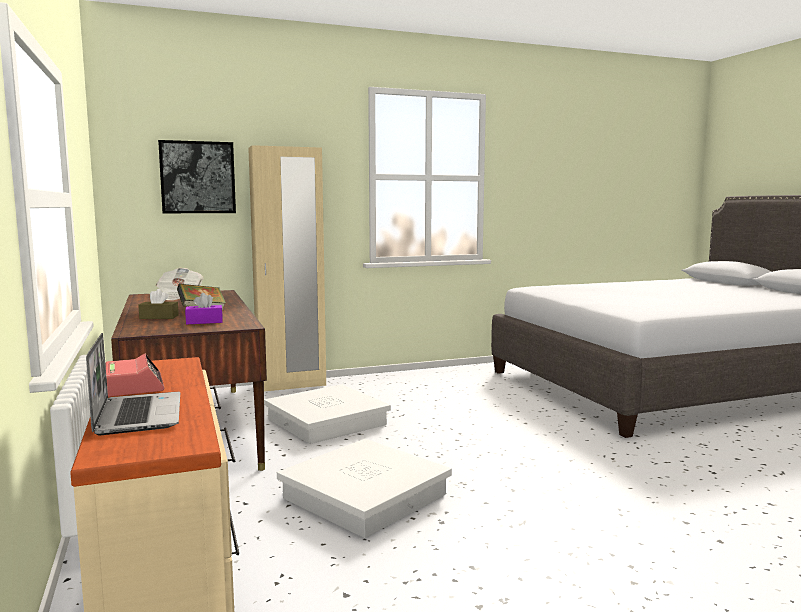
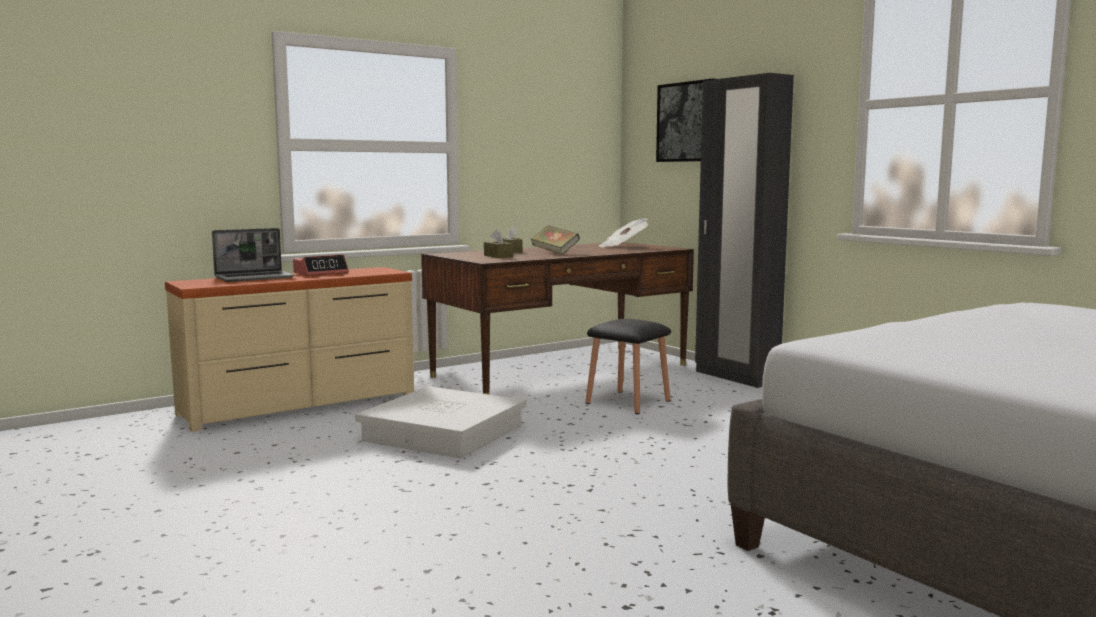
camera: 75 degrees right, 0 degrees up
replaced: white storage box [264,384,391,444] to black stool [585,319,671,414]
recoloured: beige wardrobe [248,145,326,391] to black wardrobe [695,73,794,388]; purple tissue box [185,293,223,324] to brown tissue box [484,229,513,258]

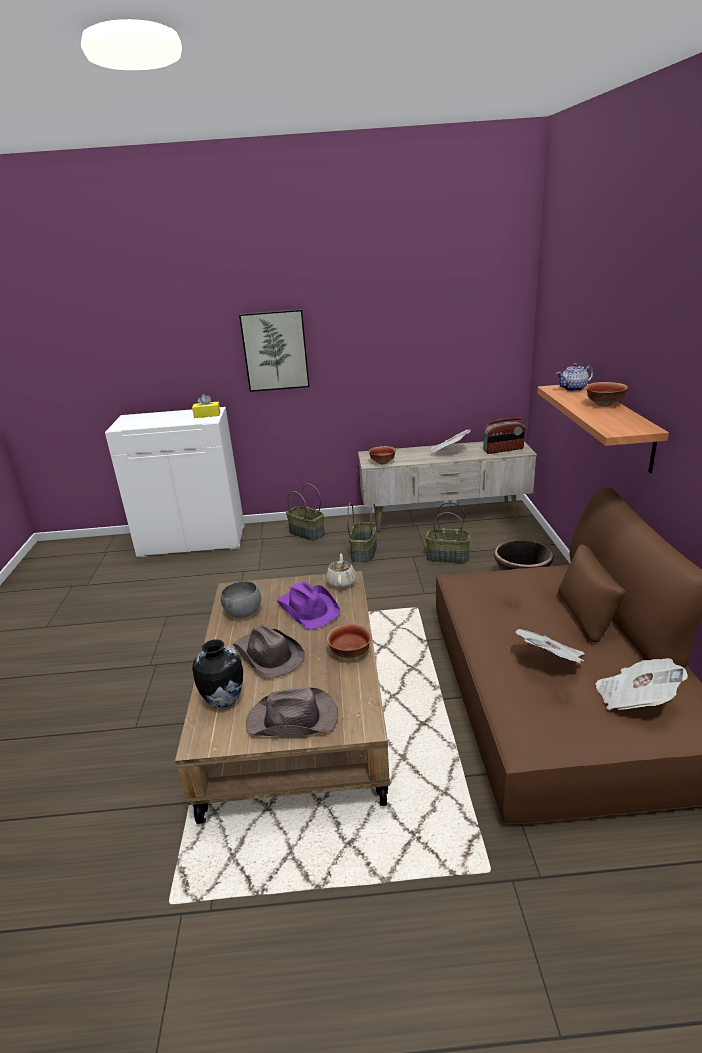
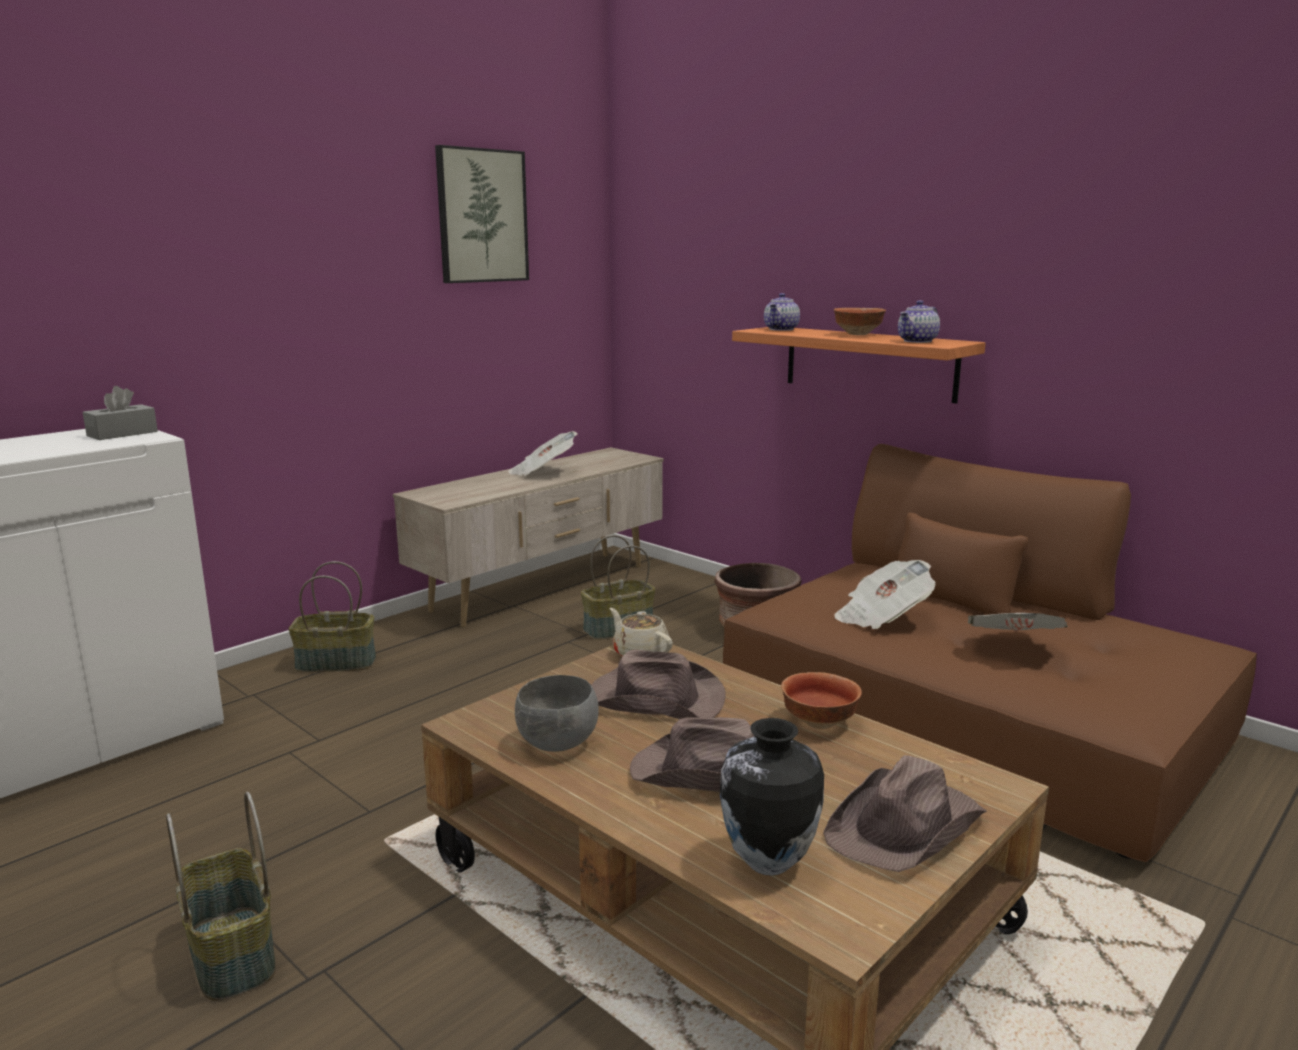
camera: 45 degrees left, 10 degrees down
removed: radio [483,417,525,454]; bowl [369,446,396,464]
added: teapot [898,300,940,343]
moved: picture [239,309,309,392] to [435,145,529,283]; basket [347,503,377,563] to [166,792,276,1001]; newspaper [595,658,688,710] to [834,560,935,629]
recoloured: yellow tissue box [192,394,220,418] to grey tissue box [83,386,158,440]; purple hat [277,581,340,630] to brown hat [591,650,726,719]

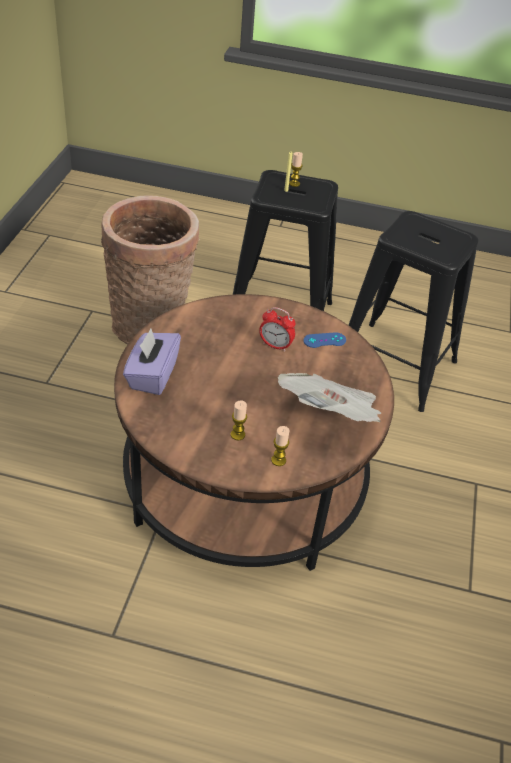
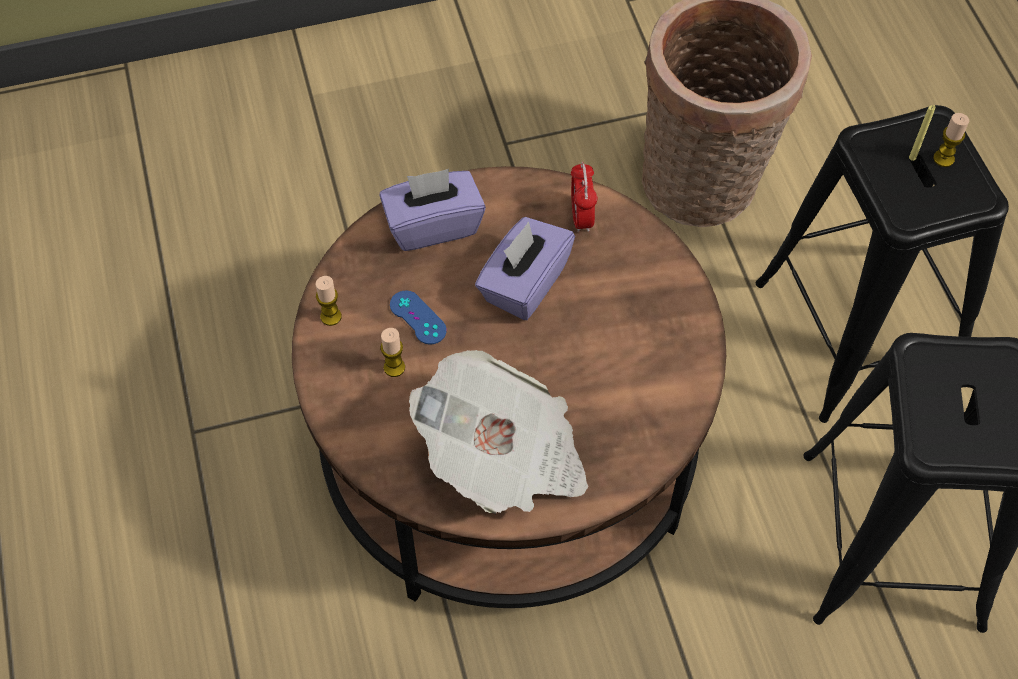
camera: 65 degrees right, 15 degrees up
added: purple tissue box [475,217,575,320]
moved: alarm clock [259,307,295,352] to [571,162,597,232]; blue game controller [303,332,346,348] to [390,290,447,345]; candle [271,426,289,466] to [316,276,342,326]

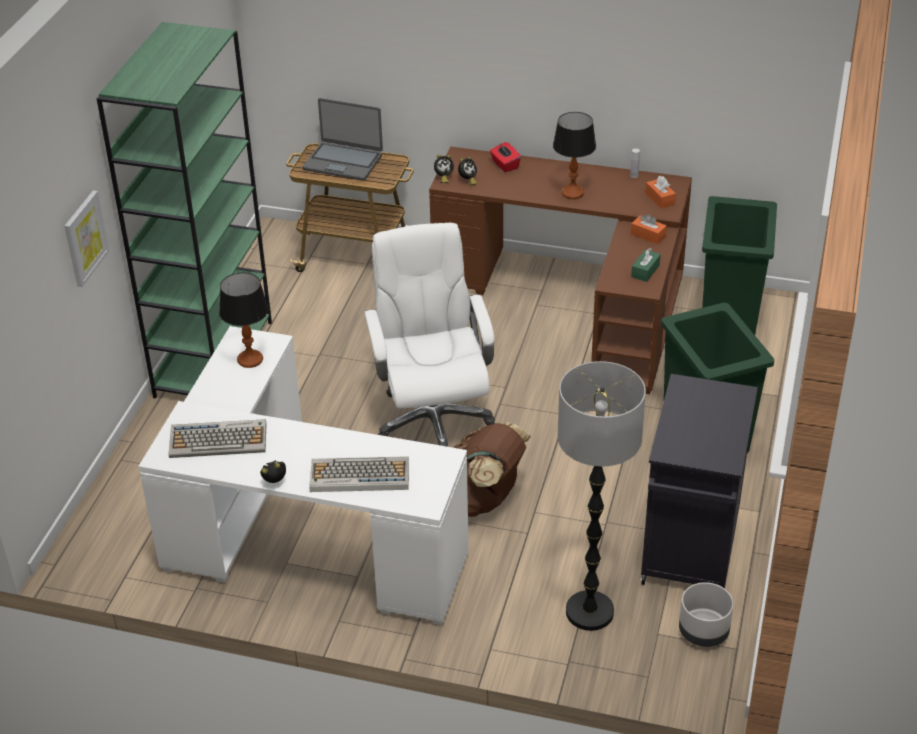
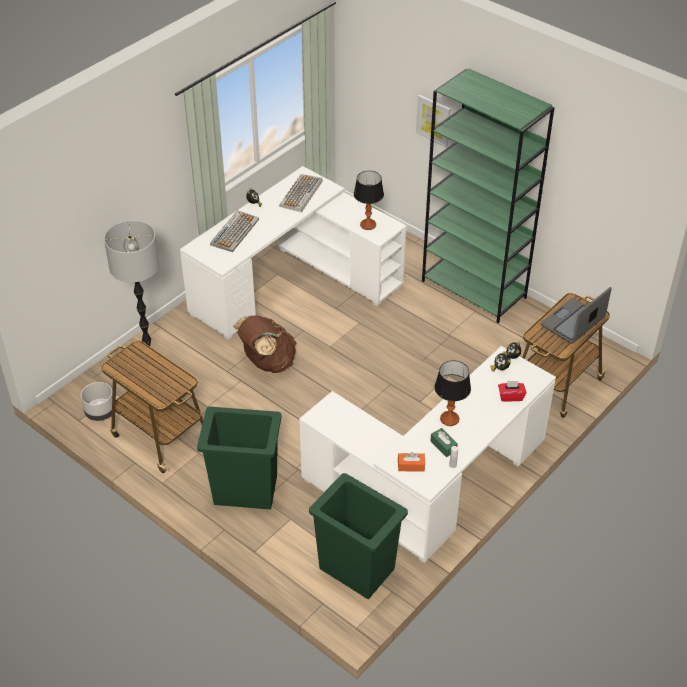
camera: 115 degrees right, 5 degrees up
removed: orange tissue box [631,214,667,244]; white office chair [364,223,495,447]
moved: green tissue box [631,248,661,282] to [430,428,458,457]
replaced: black cabinet [641,374,758,589] to cart [101,341,203,473]
recoloured: brown desk [429,147,692,394] to white desk [299,346,556,563]

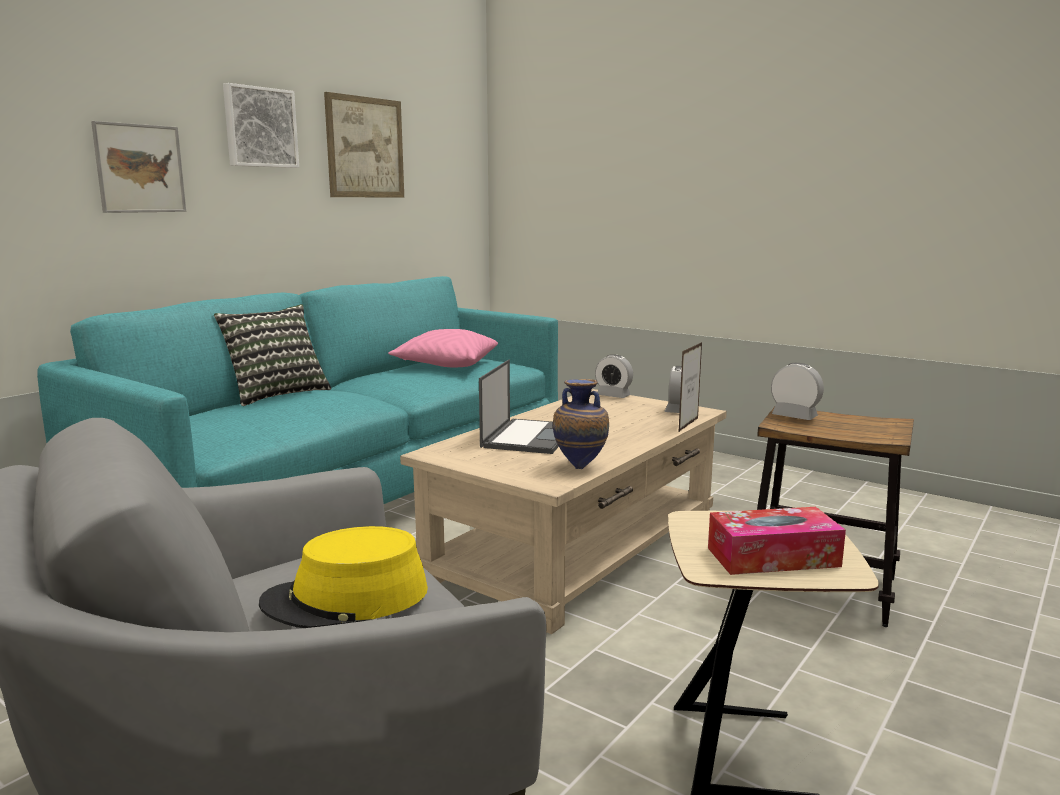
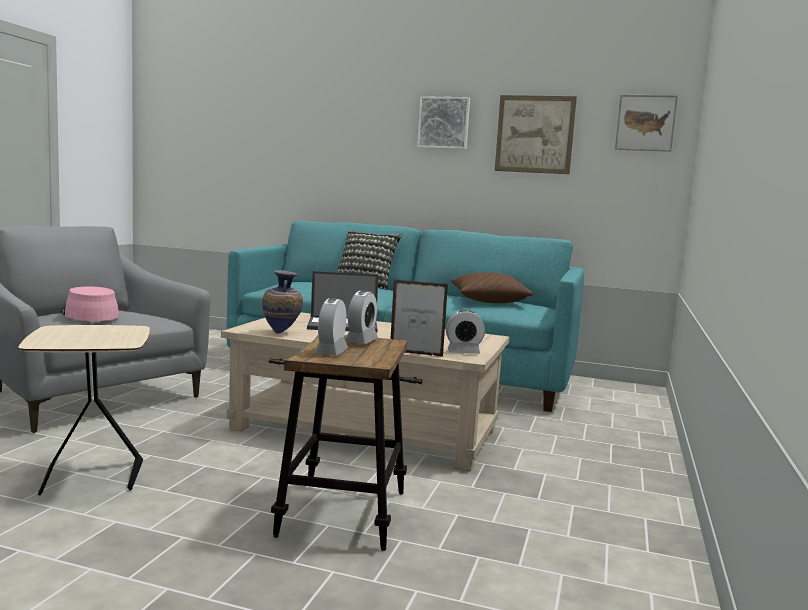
camera: 70 degrees right, 5 degrees down
removed: tissue box [708,507,846,575]
moved: picture [91,121,186,213] to [615,95,678,152]; alarm clock [595,354,633,398] to [314,298,348,356]
recoloured: pink pillow [388,329,498,367] to brown pillow [451,272,533,303]; yellow hat [259,526,428,628] to pink hat [60,286,119,321]

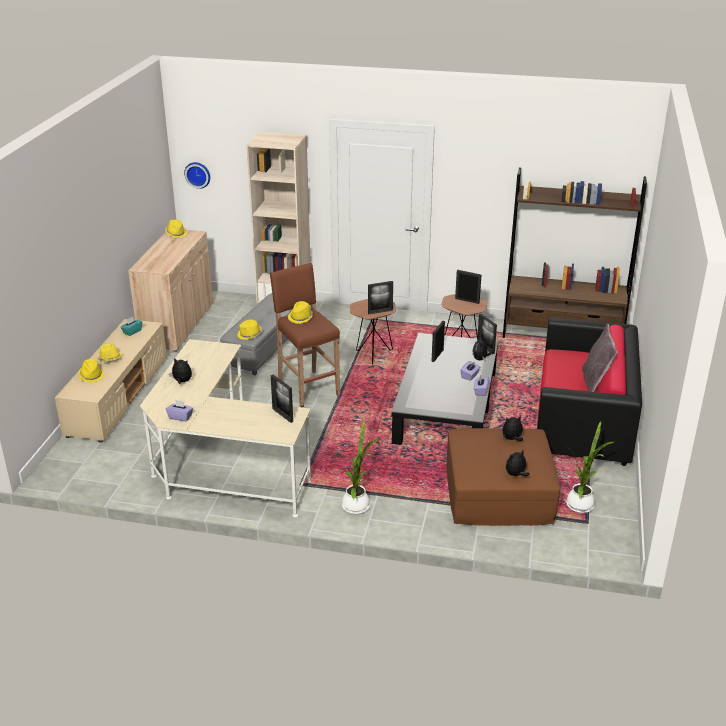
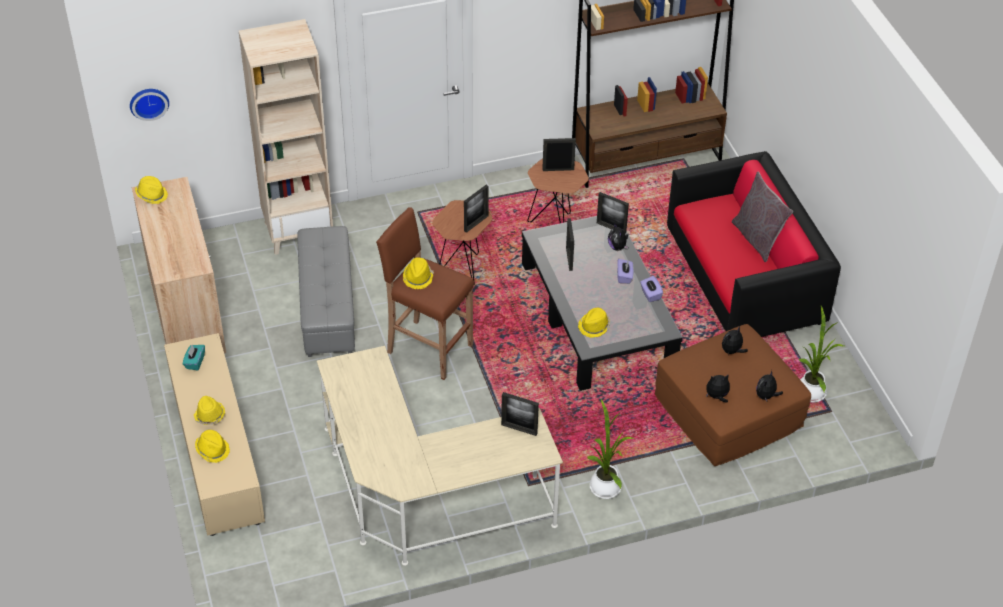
camera: 30 degrees left, 15 degrees up
removed: purple tissue box [166,400,193,422]
moved: yellow hat [237,320,262,340] to [578,308,610,338]; plush toy [169,358,192,384] to [706,374,730,402]

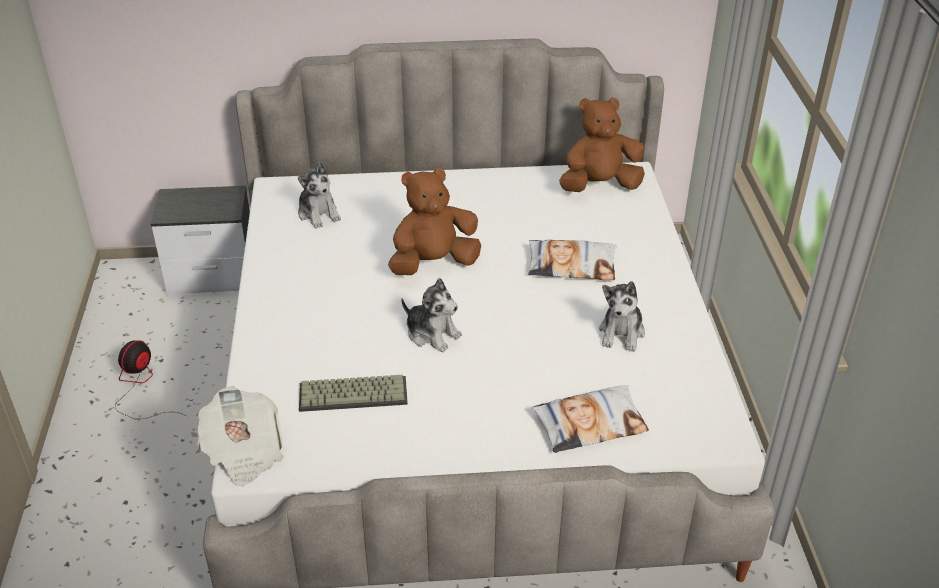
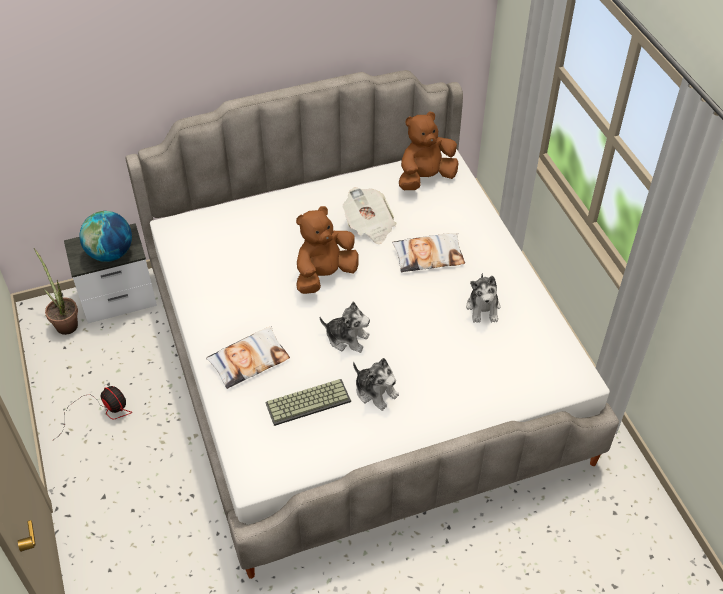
camera: 15 degrees left, 10 degrees up
added: globe [79,211,132,262]; potted plant [34,248,78,335]
moved: plush toy [298,162,341,229] to [353,358,399,411]; pillow [532,385,649,453] to [206,327,290,389]; newspaper [198,386,284,487] to [343,187,396,244]
turned: fan [115,340,188,419] = [52,386,132,441] 120 degrees clockwise

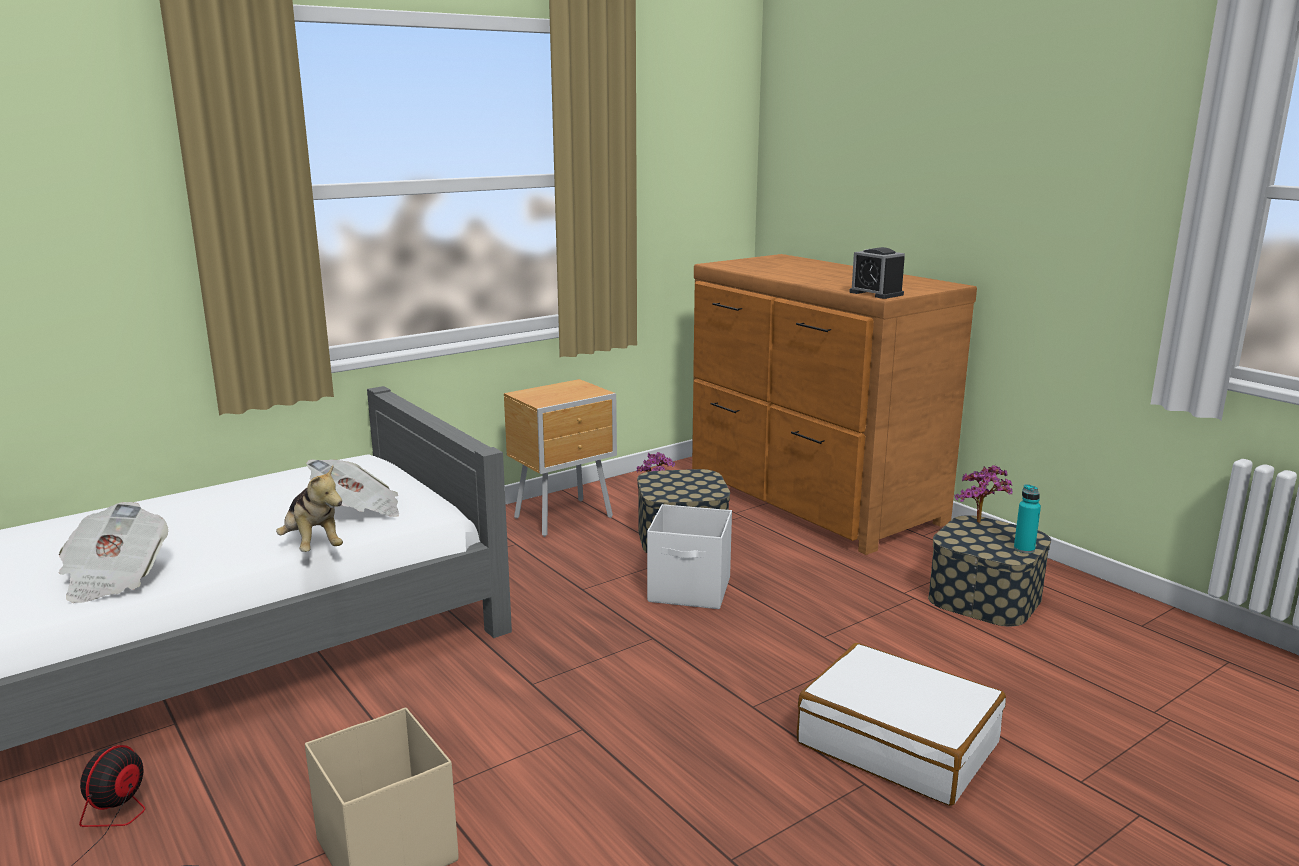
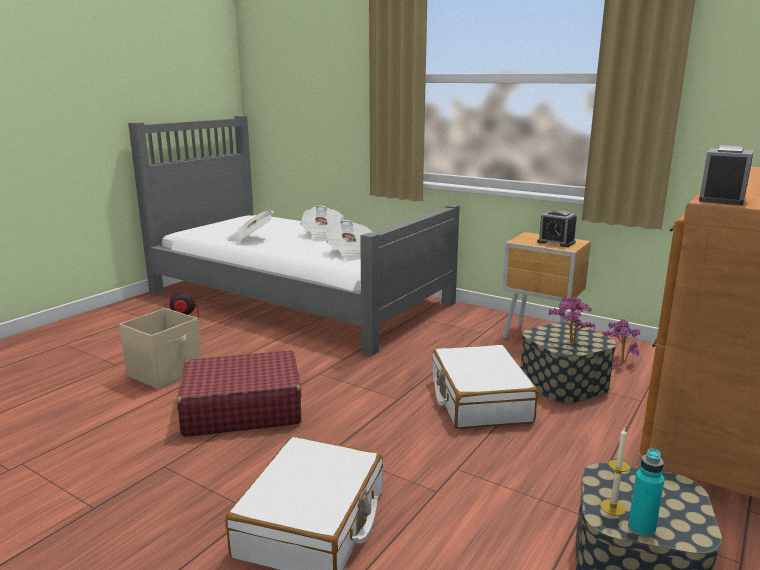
camera: 70 degrees right, 0 degrees up
removed: plush toy [276,465,343,552]
added: newspaper [300,205,344,241]; alarm clock [537,210,577,247]; red suitcase [177,350,301,437]; candle [600,427,631,516]
moved: potted plant [955,465,1013,523] to [549,297,596,343]
replaced: white storage box [647,504,732,609] to white suitcase [432,345,538,429]

